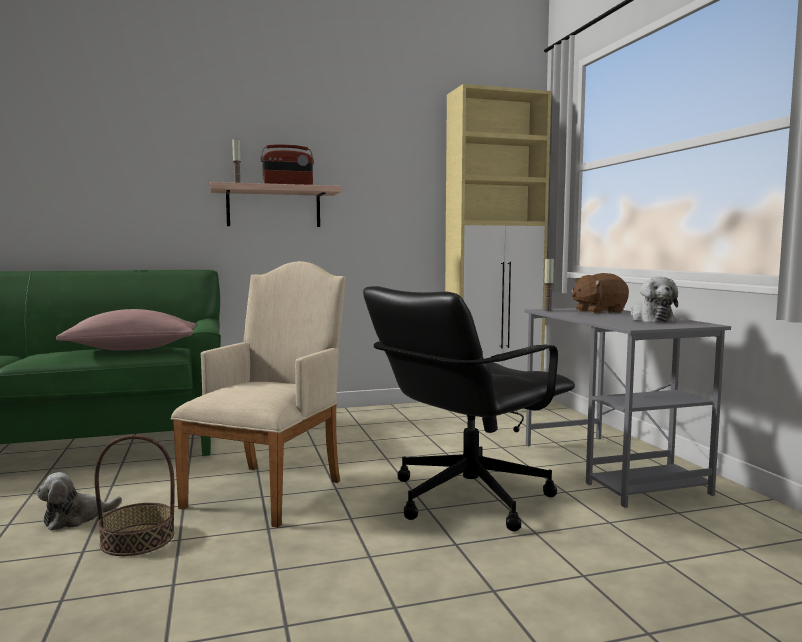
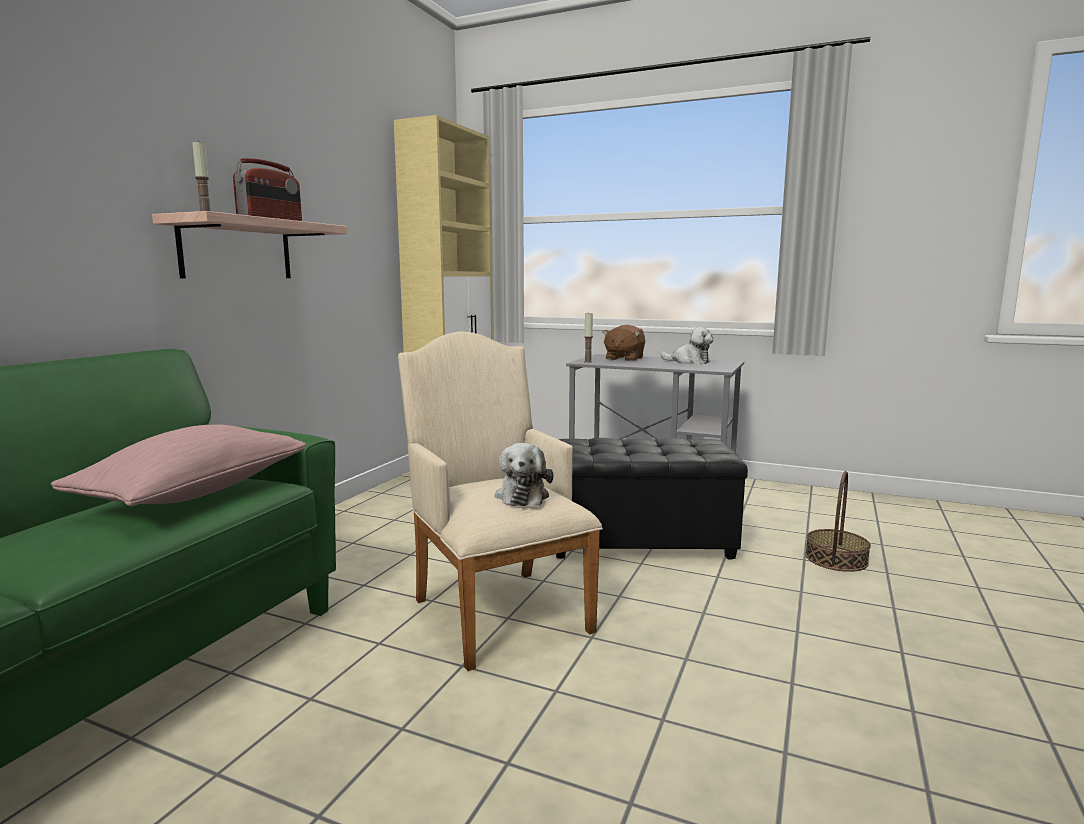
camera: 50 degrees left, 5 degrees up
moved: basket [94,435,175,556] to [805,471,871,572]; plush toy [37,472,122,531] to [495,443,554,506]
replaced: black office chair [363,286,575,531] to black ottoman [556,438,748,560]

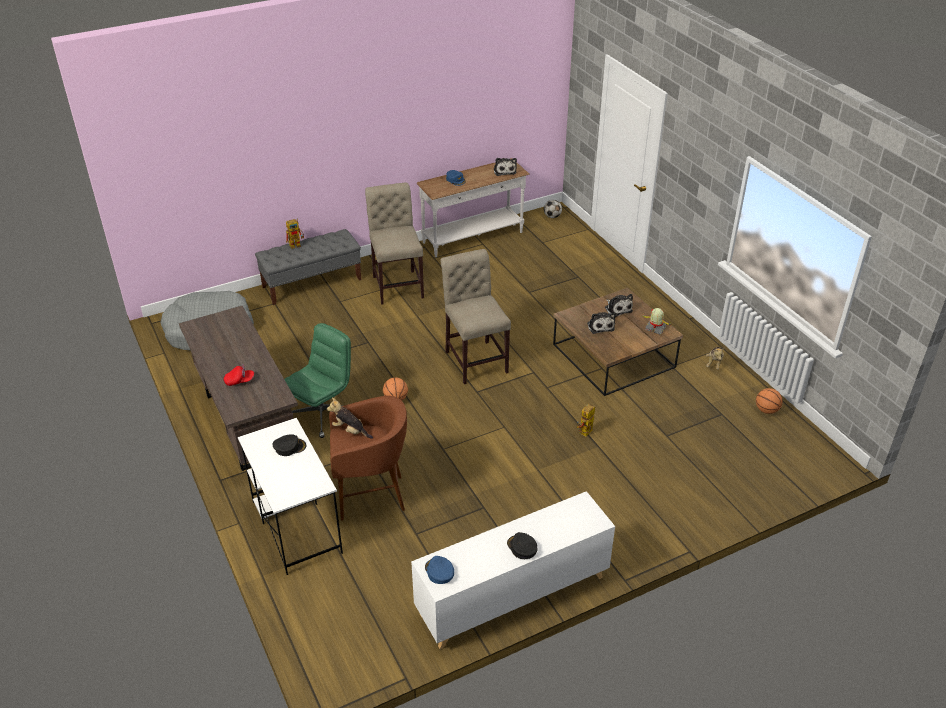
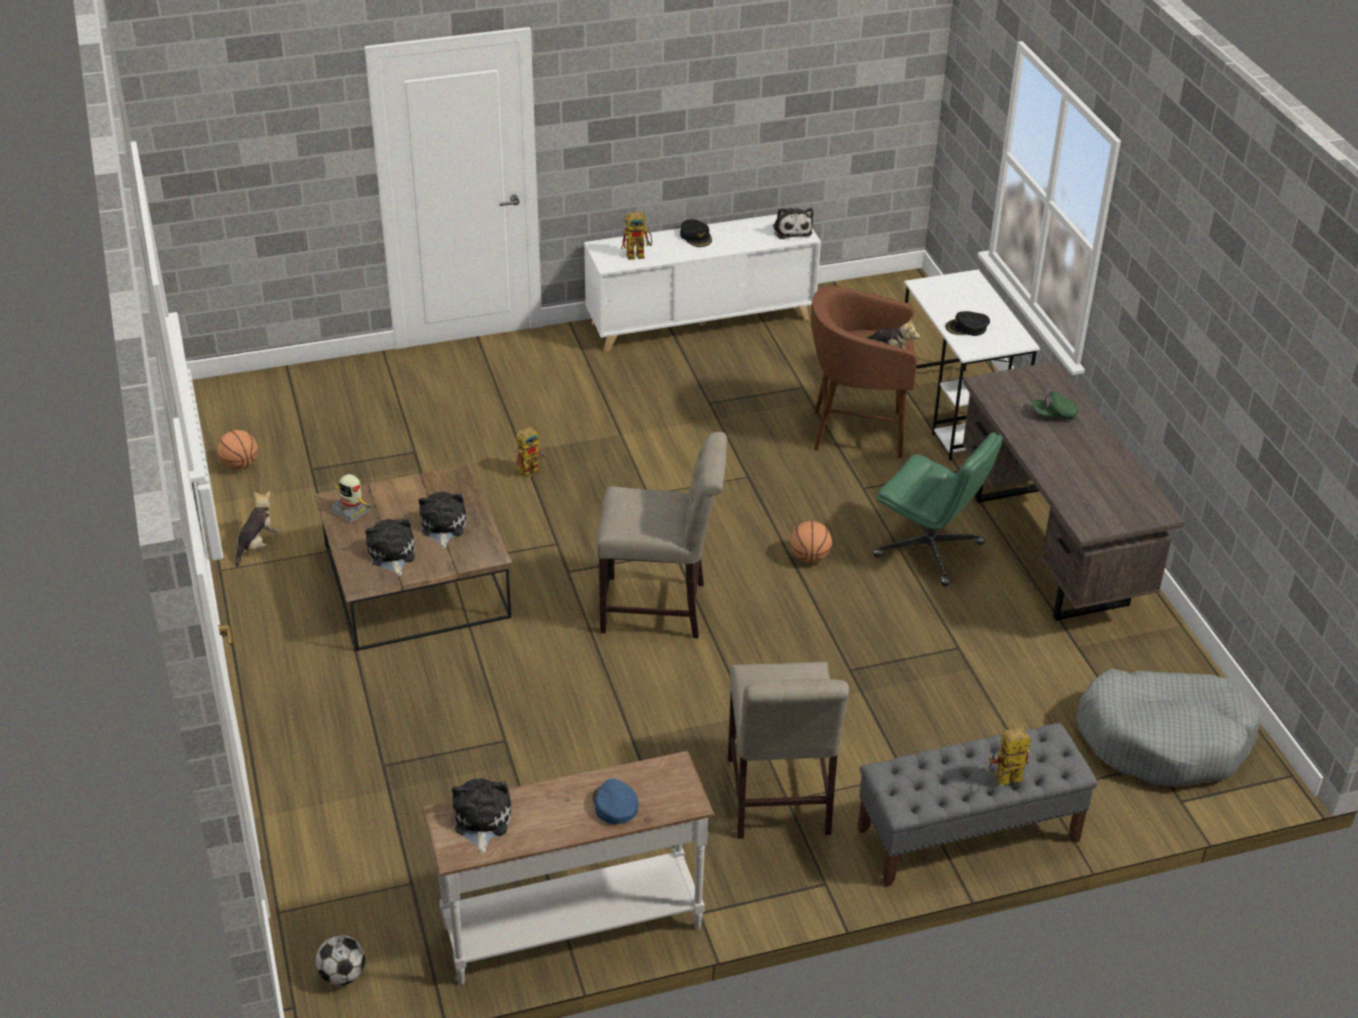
camera: 170 degrees left, 0 degrees up
added: toy robot [621,211,652,260]
replaced: blue cap [425,556,454,584] to plush toy [773,208,813,239]
recoloured: red cap [224,364,254,386] to green cap [1032,388,1078,420]
turned: beige chair [440,249,511,384] = [597,432,727,638] 75 degrees counterclockwise; green office chair [284,323,351,438] = [873,432,1003,586] 105 degrees counterclockwise

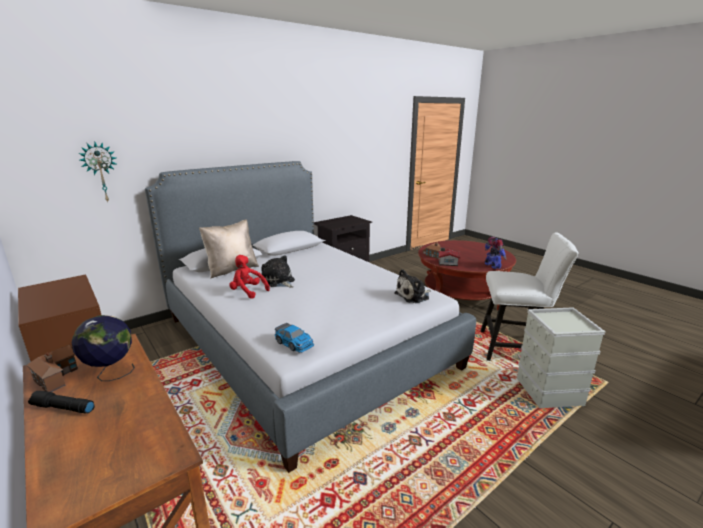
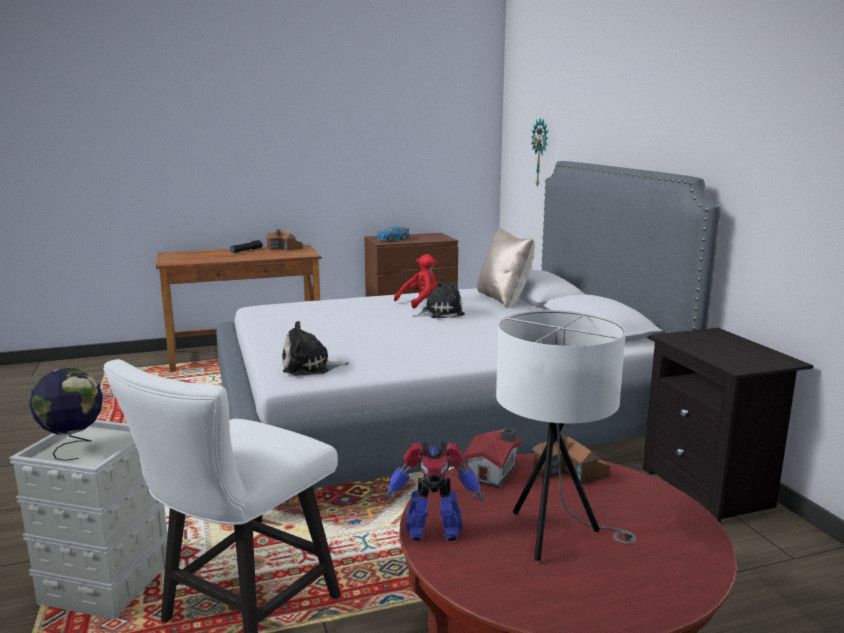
camera: 110 degrees right, 5 degrees down
added: white table lamp [496,310,637,561]
moved: globe [72,315,135,381] to [29,368,103,461]; toy car [275,323,314,353] to [376,226,410,241]
turned: plush toy [394,269,431,303] = [282,321,349,375] 90 degrees counterclockwise

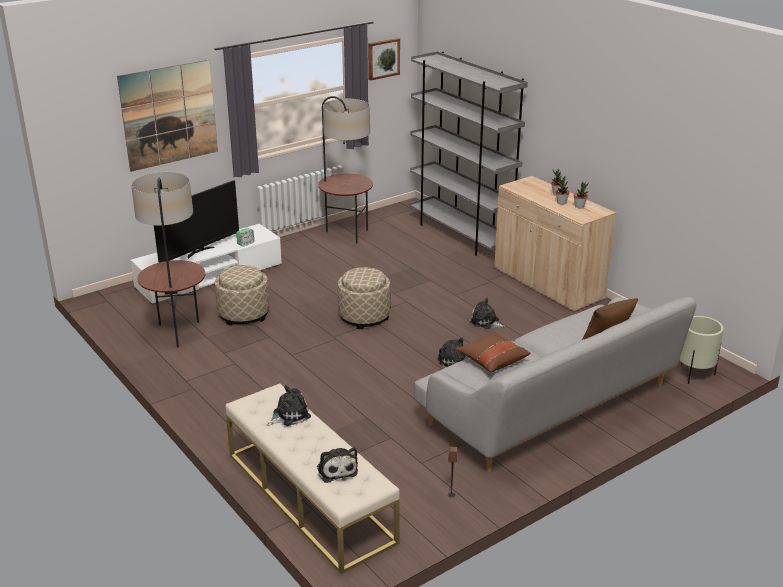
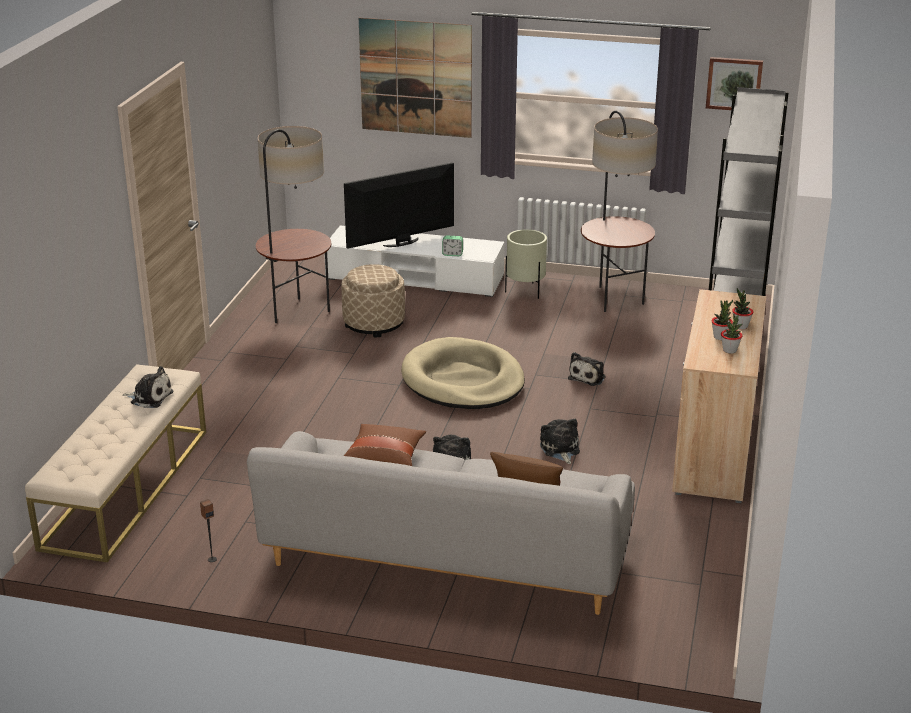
camera: 50 degrees right, 0 degrees up
moved: beige planter [680,316,724,384] to [505,229,547,299]; plush toy [317,447,358,483] to [568,352,606,386]
replaced: beige ottoman [338,267,391,329] to beige dog bed [401,337,525,409]
turned: television [154,180,239,263] = [344,162,454,249] 150 degrees clockwise

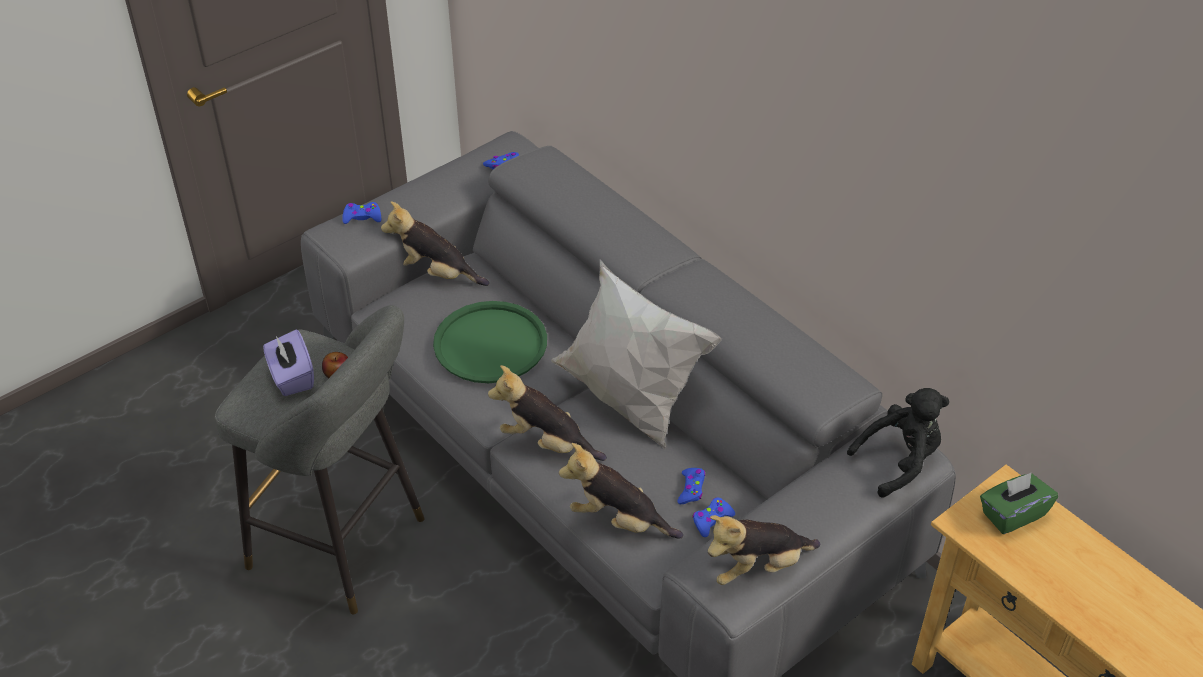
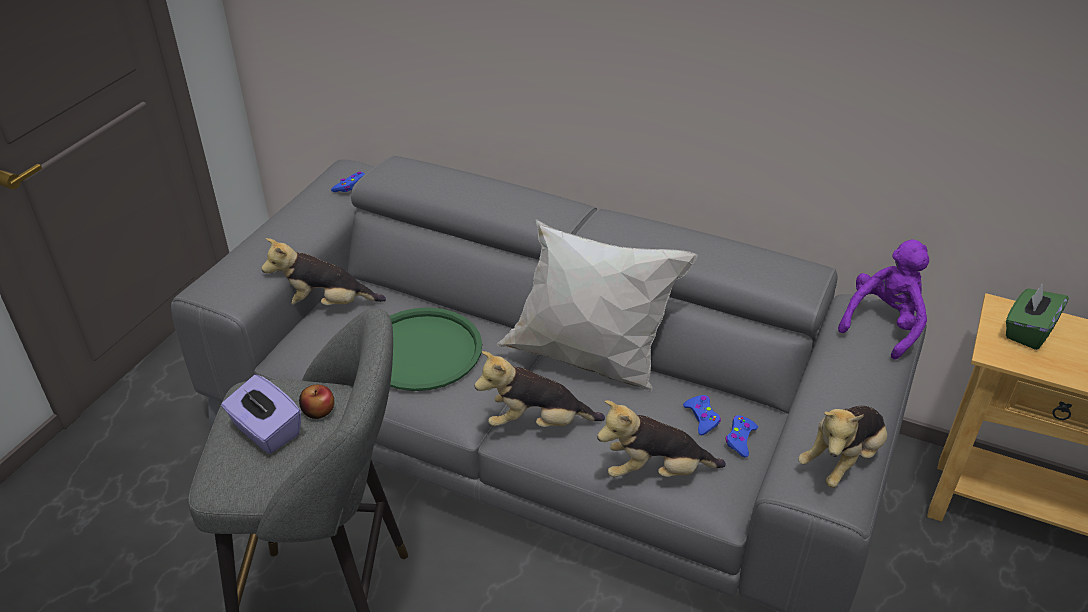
camera: 25 degrees left, 5 degrees down
removed: blue game controller [342,202,381,224]
recoloured: black plush toy [847,388,949,497] to purple plush toy [838,239,929,360]

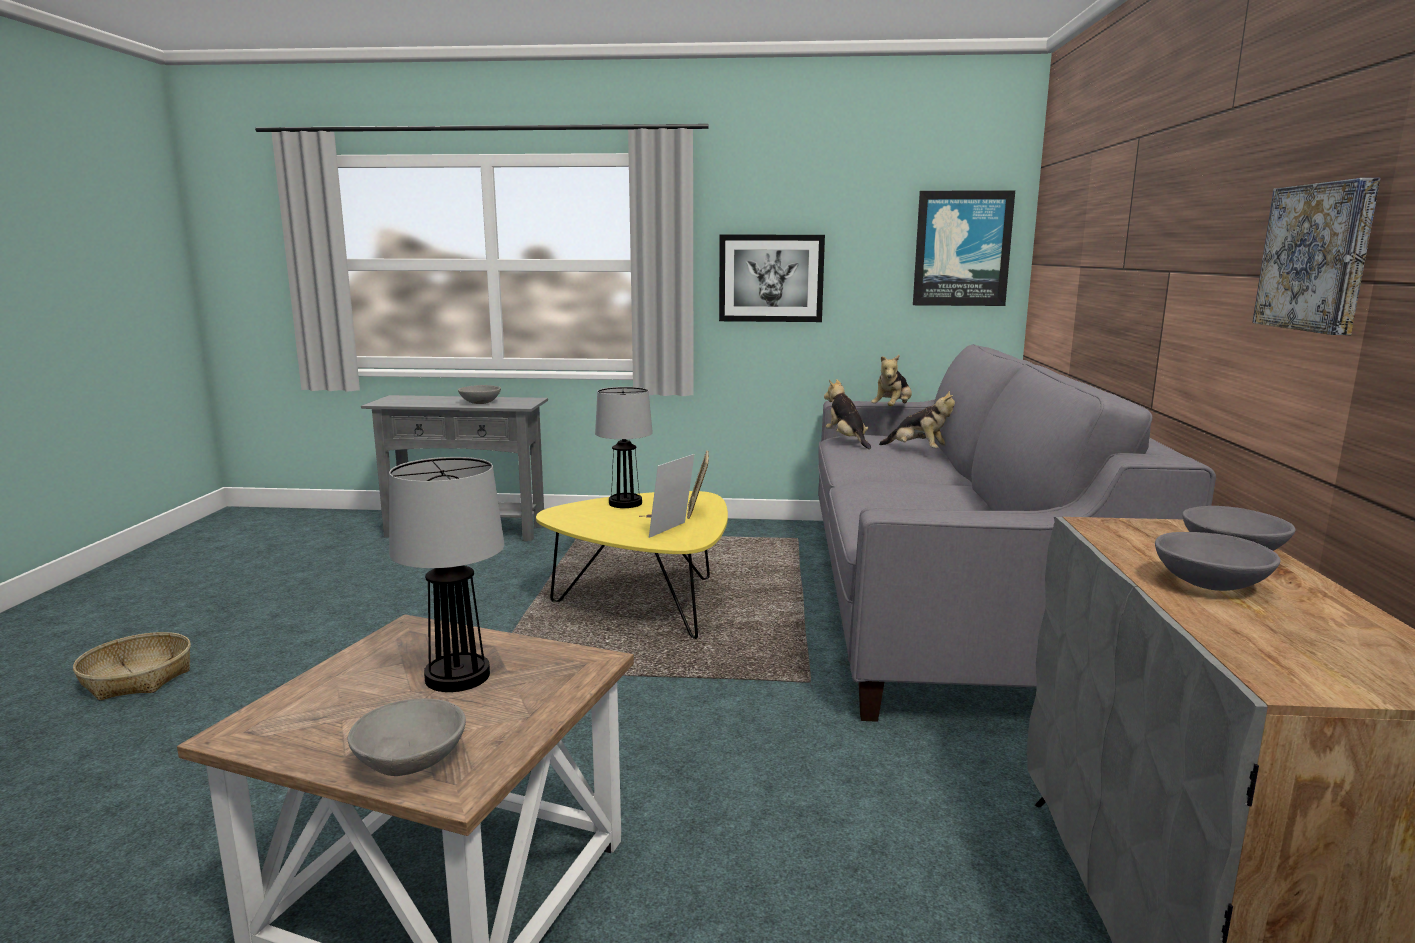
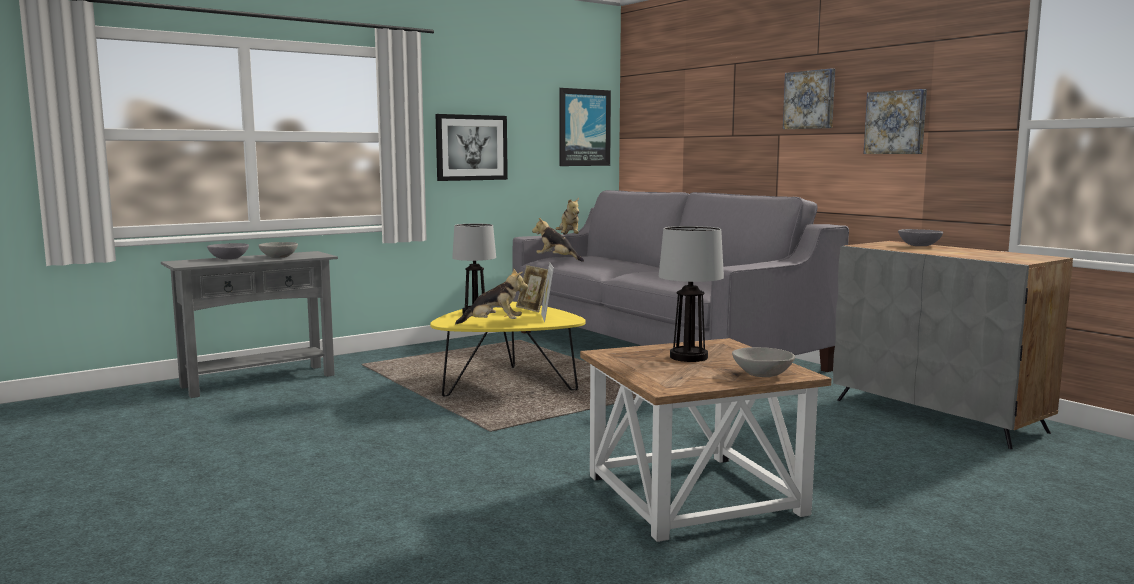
camera: 40 degrees left, 5 degrees down
removed: basket [73,632,191,700]
added: picture [783,69,835,129]
moved: plush toy [879,391,955,448] to [455,269,528,324]; grey bowl [1155,532,1281,591] to [207,243,249,259]

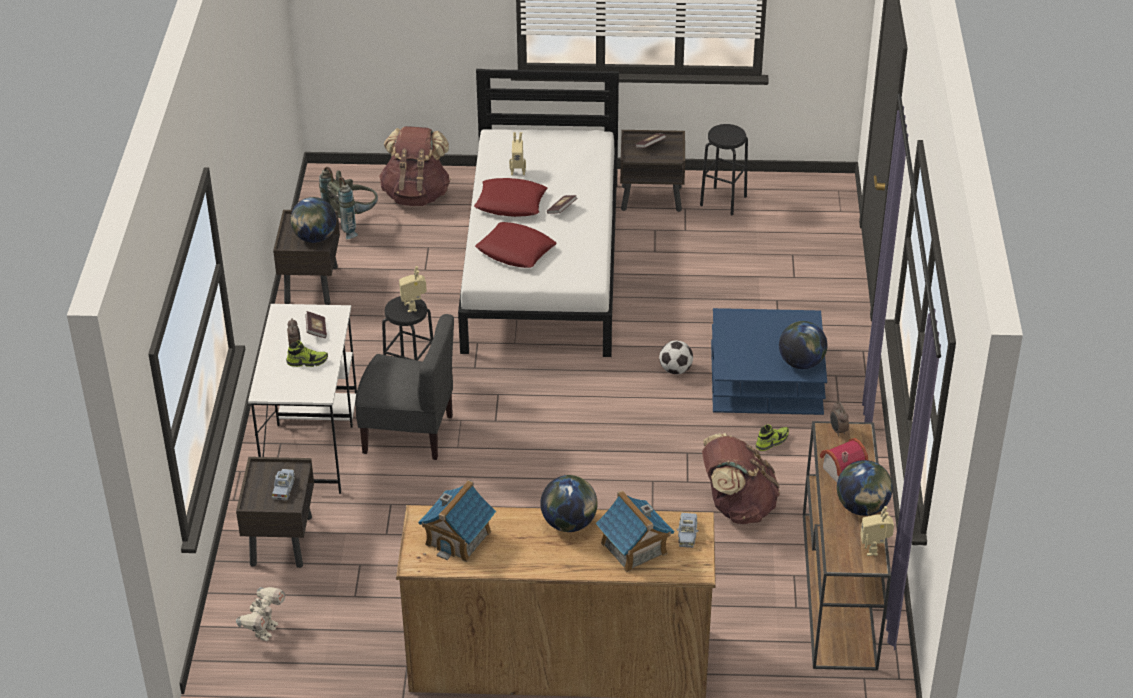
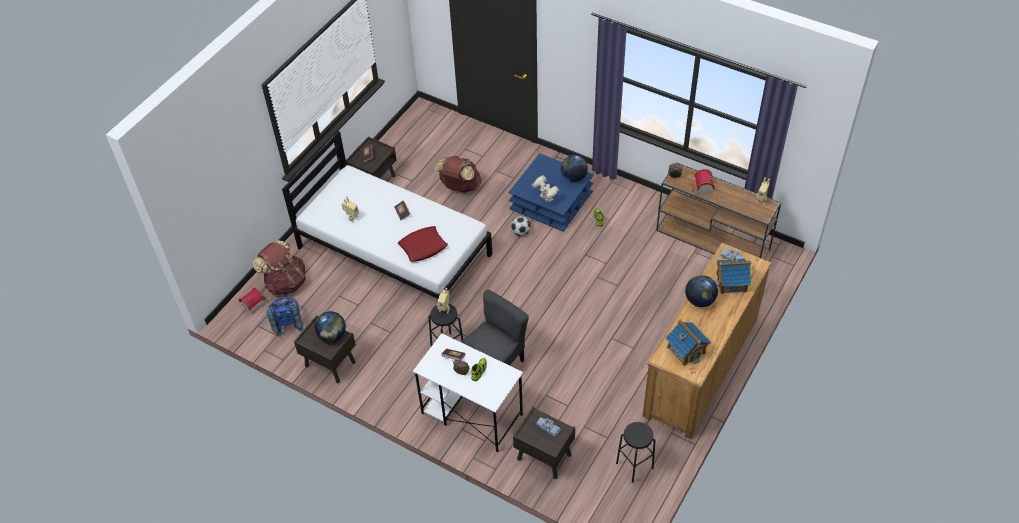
camera: 60 degrees left, 10 degrees up
removed: red pillow [474,178,548,217]; globe [837,460,893,516]
added: toy house [239,288,265,314]
moved: black stool [700,124,748,215] to [616,422,656,483]; brown backpack [702,433,780,524] to [434,156,482,193]; toy robot [236,587,285,641] to [532,175,559,203]
recoloured: grey backpack [319,167,378,239] to blue backpack [266,297,305,336]

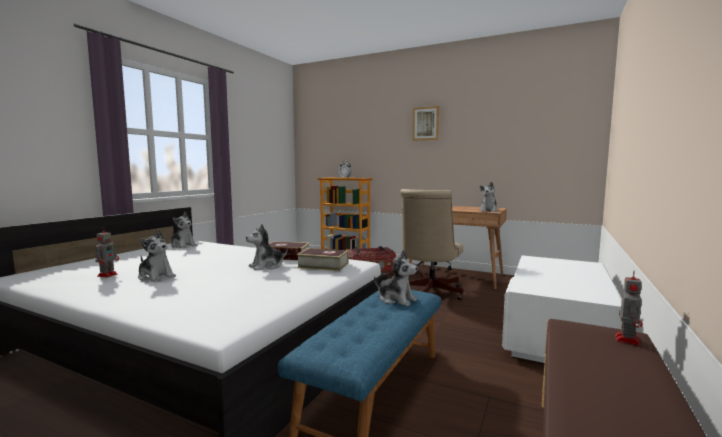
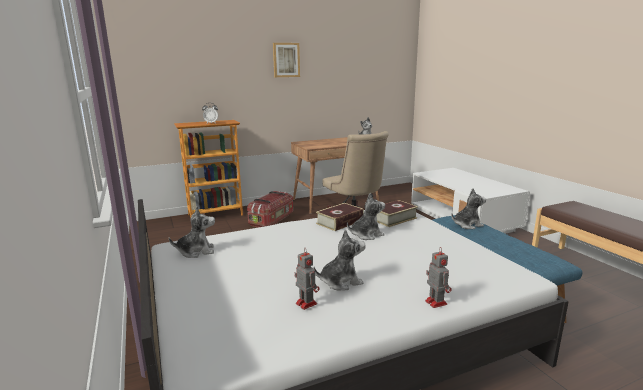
camera: 50 degrees left, 10 degrees up
moved: toy robot [615,271,643,346] to [425,248,452,308]
turned: plush toy [246,224,288,271] = [347,193,385,240] 120 degrees counterclockwise

